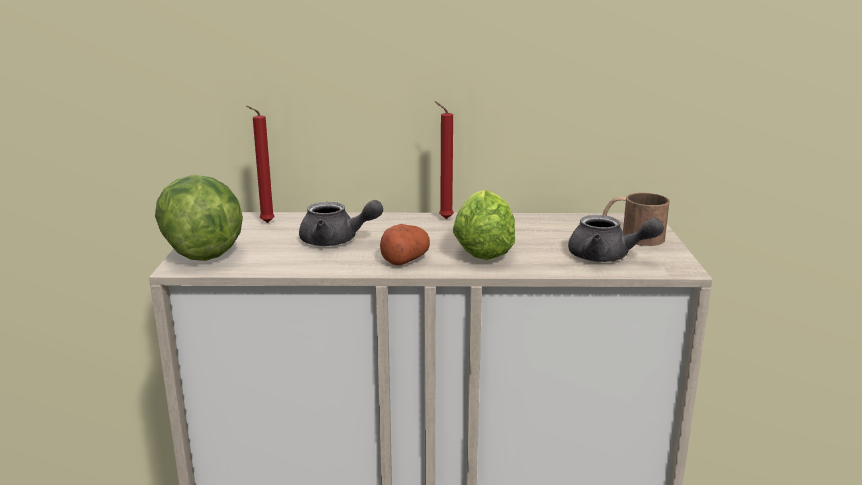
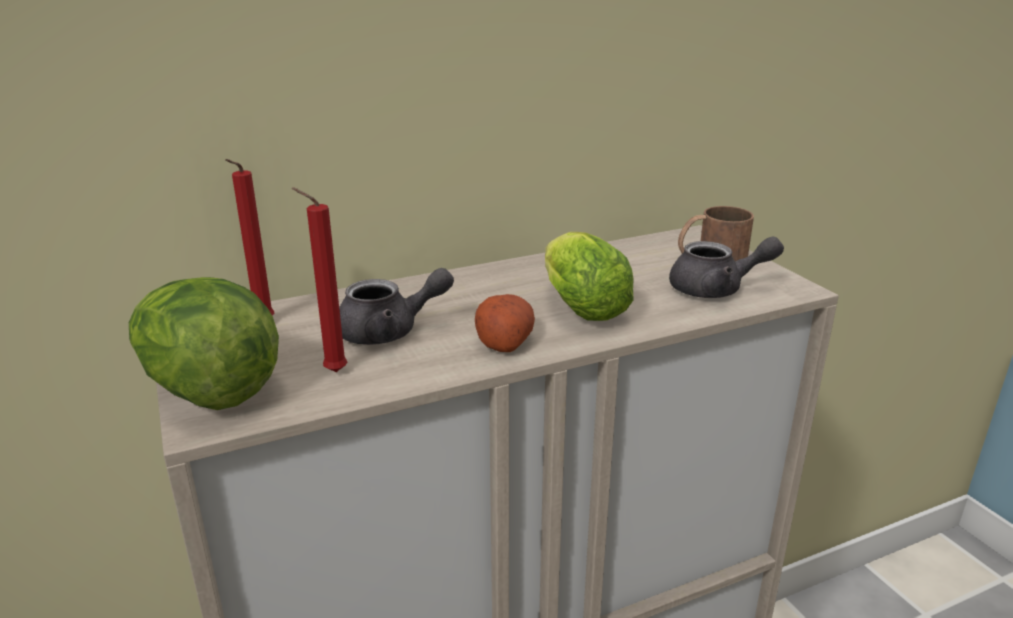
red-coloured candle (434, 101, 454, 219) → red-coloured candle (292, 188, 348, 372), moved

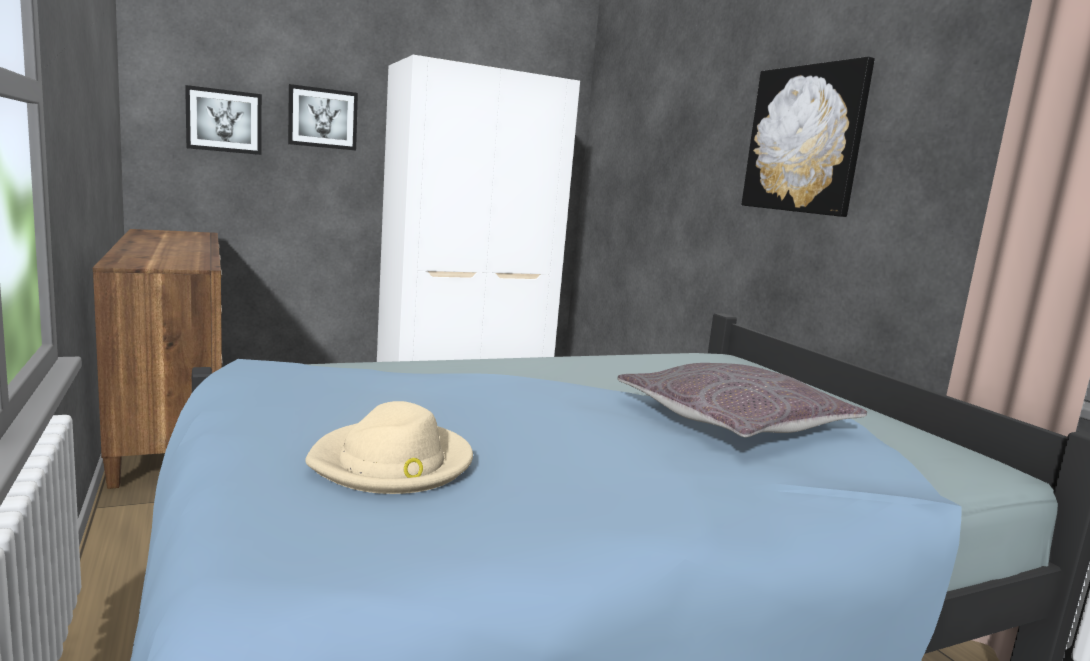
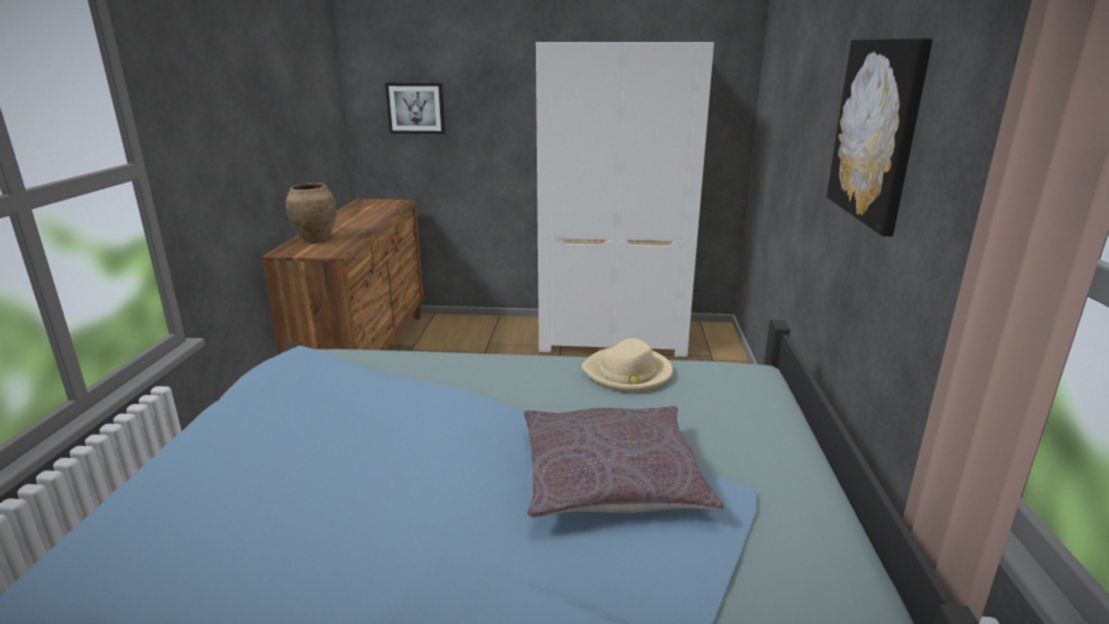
wall art (288, 84, 358, 151) → -
beige clothing hat (305, 401, 473, 494) → beige clothing hat (581, 338, 673, 392), moved
- → brownish vase (285, 183, 336, 242)

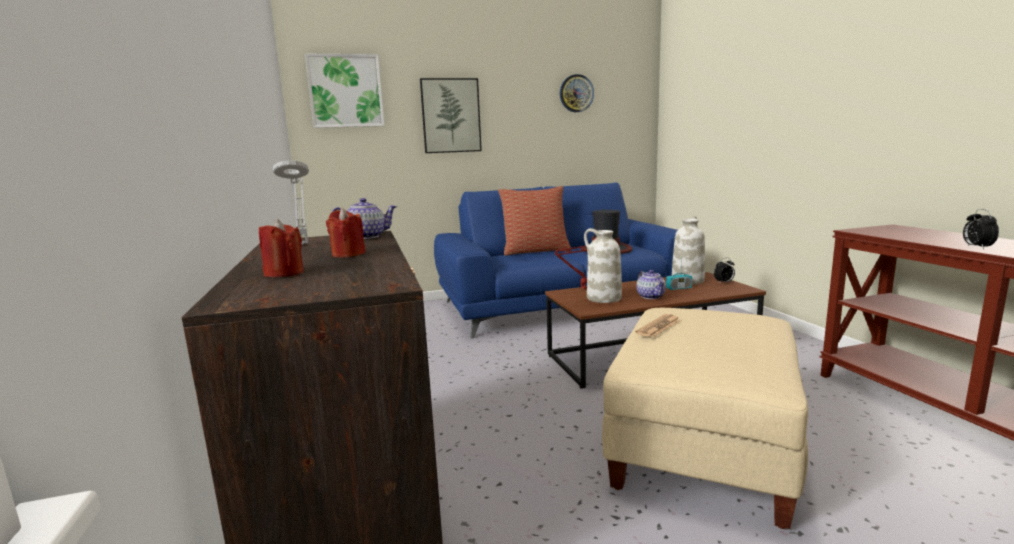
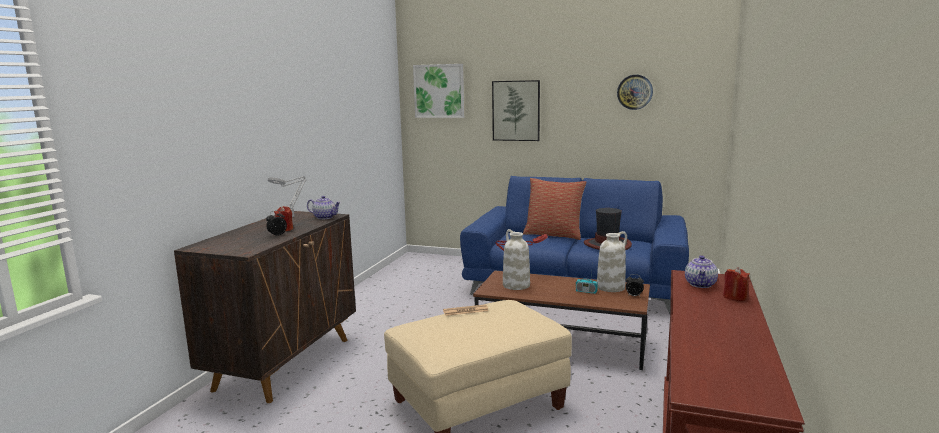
red-coloured candle (259, 219, 304, 277) → red-coloured candle (723, 267, 750, 301), moved
tea pot (636, 270, 666, 299) → tea pot (685, 255, 718, 288), moved
alarm clock (963, 209, 999, 249) → alarm clock (266, 211, 287, 236), moved

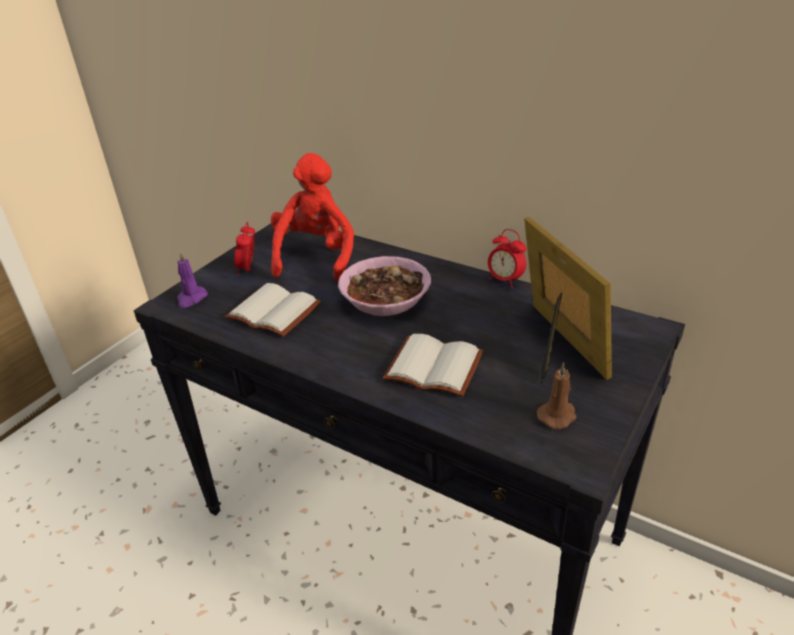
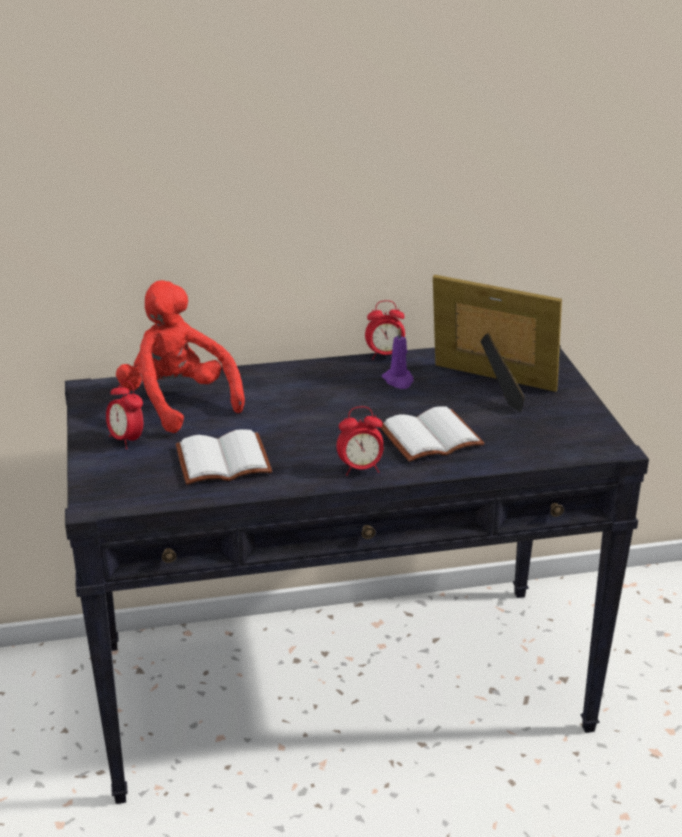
purplish candle (177, 251, 208, 308) → purplish candle (382, 327, 414, 389), moved
deep dish (338, 256, 431, 316) → -
brownish candle (537, 362, 577, 429) → -
- → alarm clock (337, 406, 383, 475)

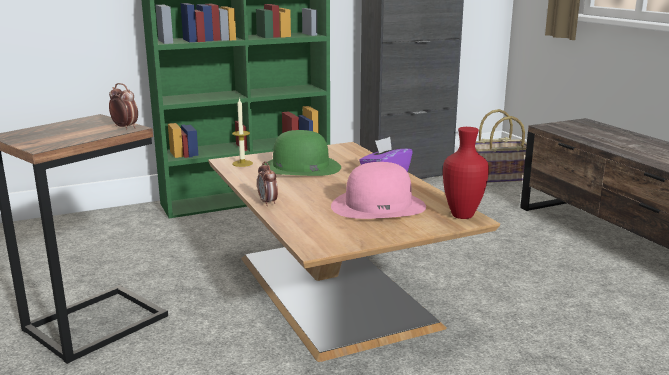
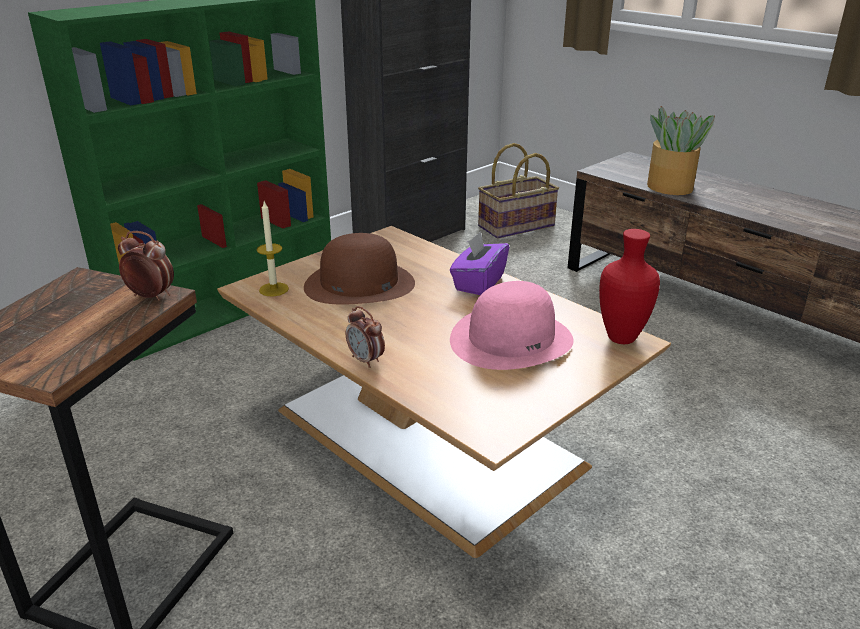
greenish clothing hat (264, 130, 341, 176) → brownish clothing hat (304, 233, 415, 305)
- → houseplant (647, 106, 715, 195)

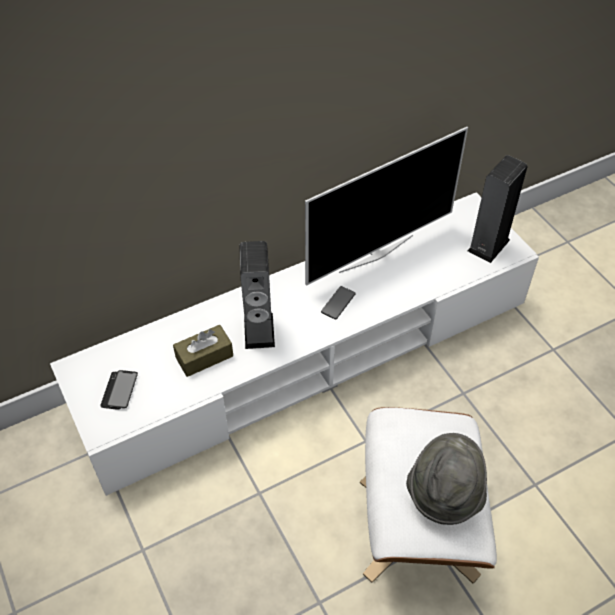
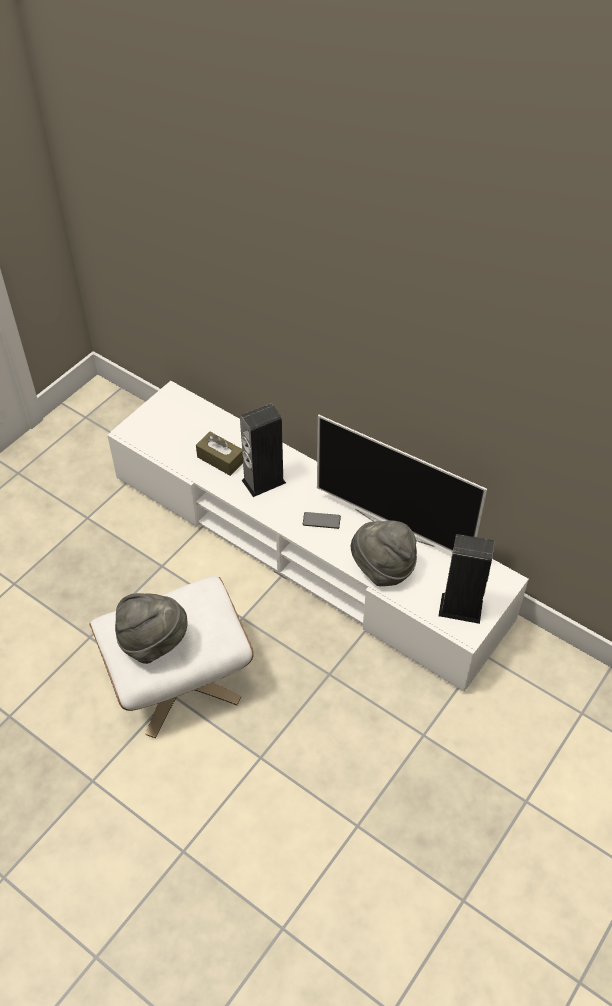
telephone (100, 370, 138, 410) → -
- → greyish clothing hat (351, 520, 417, 586)

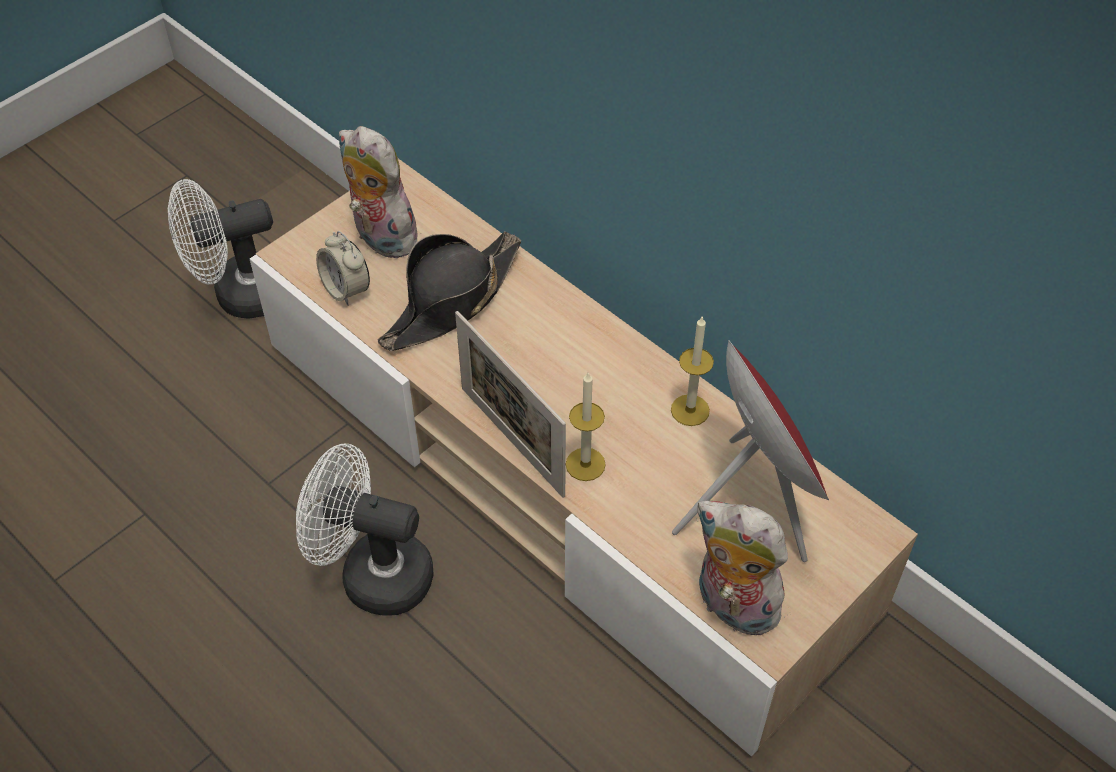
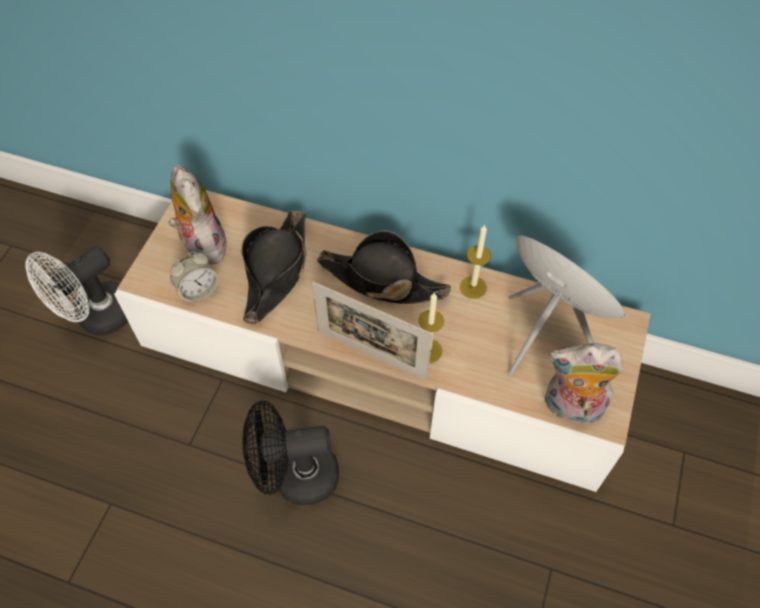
whitish cooling fan (296, 444, 434, 616) → black cooling fan (242, 401, 339, 505)
alarm clock (316, 231, 370, 306) → alarm clock (170, 252, 218, 303), 60 degrees counterclockwise
plush toy (339, 126, 418, 258) → plush toy (169, 165, 227, 265), 45 degrees clockwise
- → black clothing hat (317, 230, 451, 304)

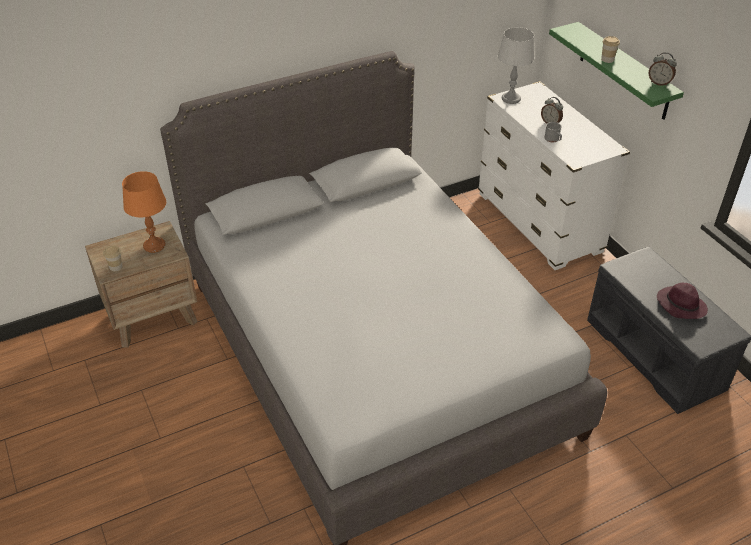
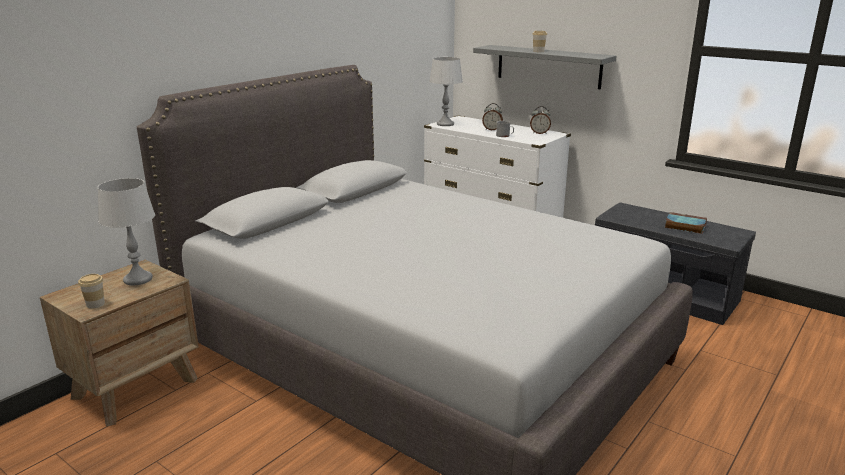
orangey tabletop lamp (122, 171, 166, 253) → greyish tabletop lamp (97, 178, 155, 285)
greenish wall shelf (549, 22, 684, 120) → greyish wall shelf (473, 45, 616, 89)
alarm clock (649, 52, 677, 86) → alarm clock (530, 106, 551, 134), moved
purplish clothing hat (657, 283, 708, 319) → volume (664, 212, 707, 234)

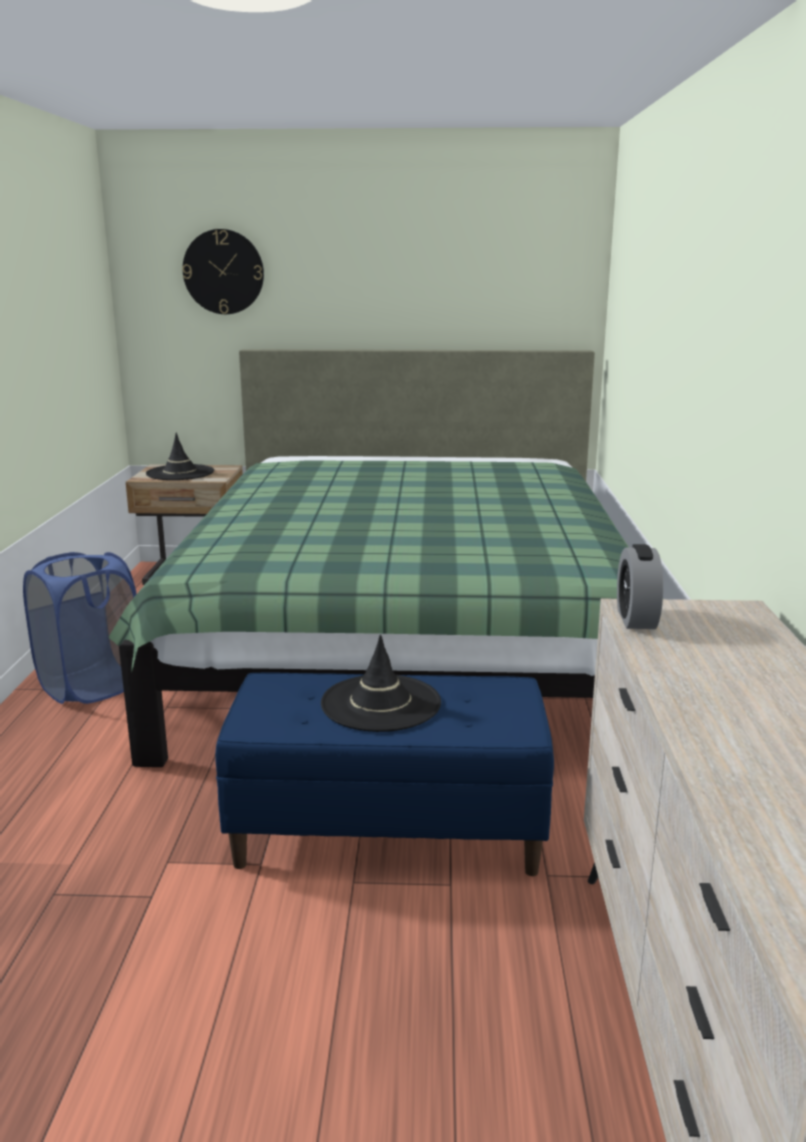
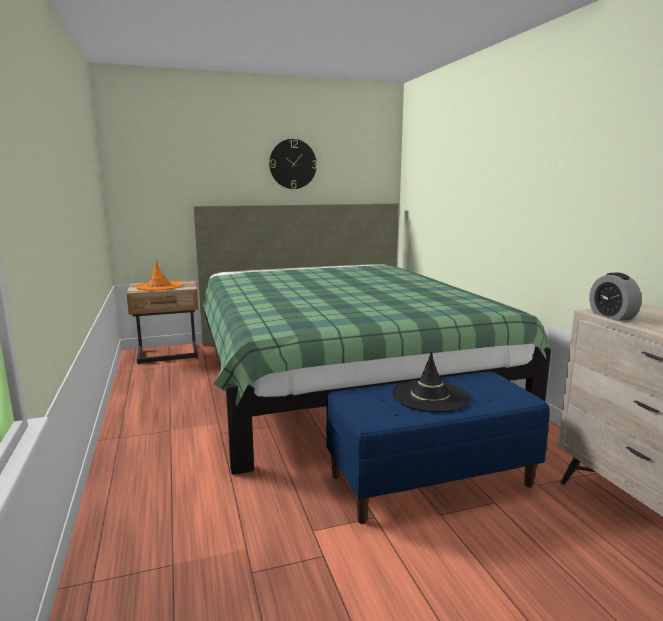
blue-coloured hamper (23, 552, 137, 704) → -
black clothing hat (146, 433, 214, 480) → orangey clothing hat (136, 260, 182, 291)
hanging clock (182, 229, 264, 314) → hanging clock (269, 139, 317, 189), moved

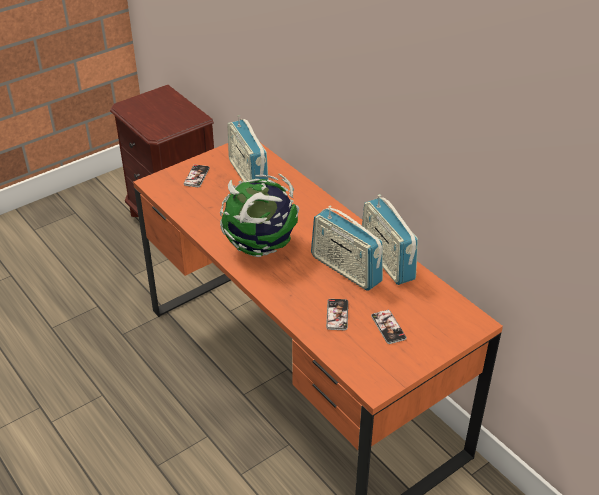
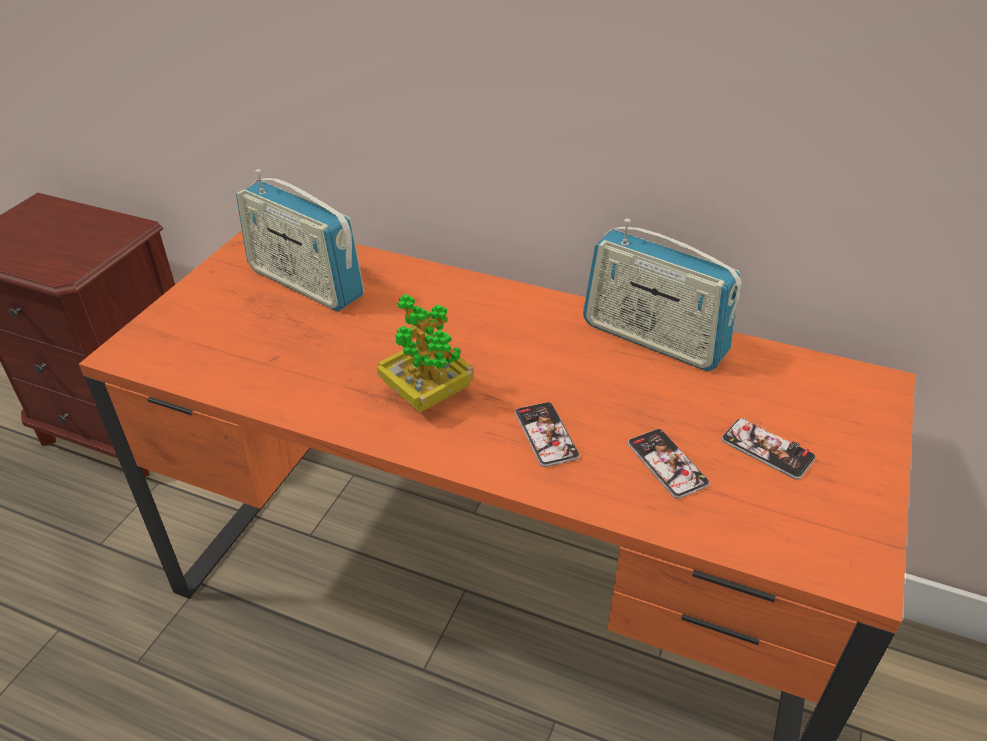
telephone (183, 165, 210, 187) → telephone (515, 402, 580, 467), moved
world globe (220, 173, 299, 257) → houseplant (377, 294, 473, 413)
radio (311, 206, 383, 291) → -

